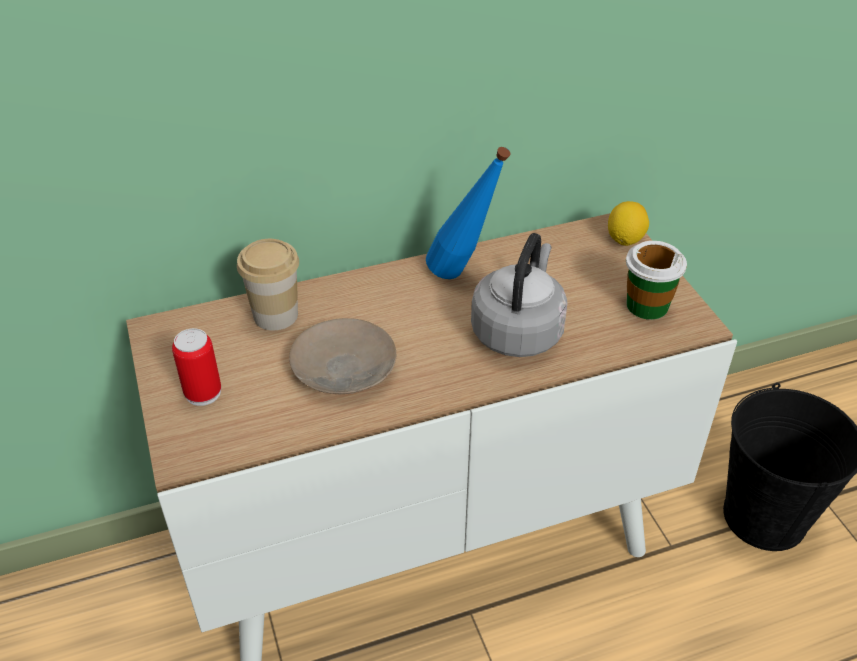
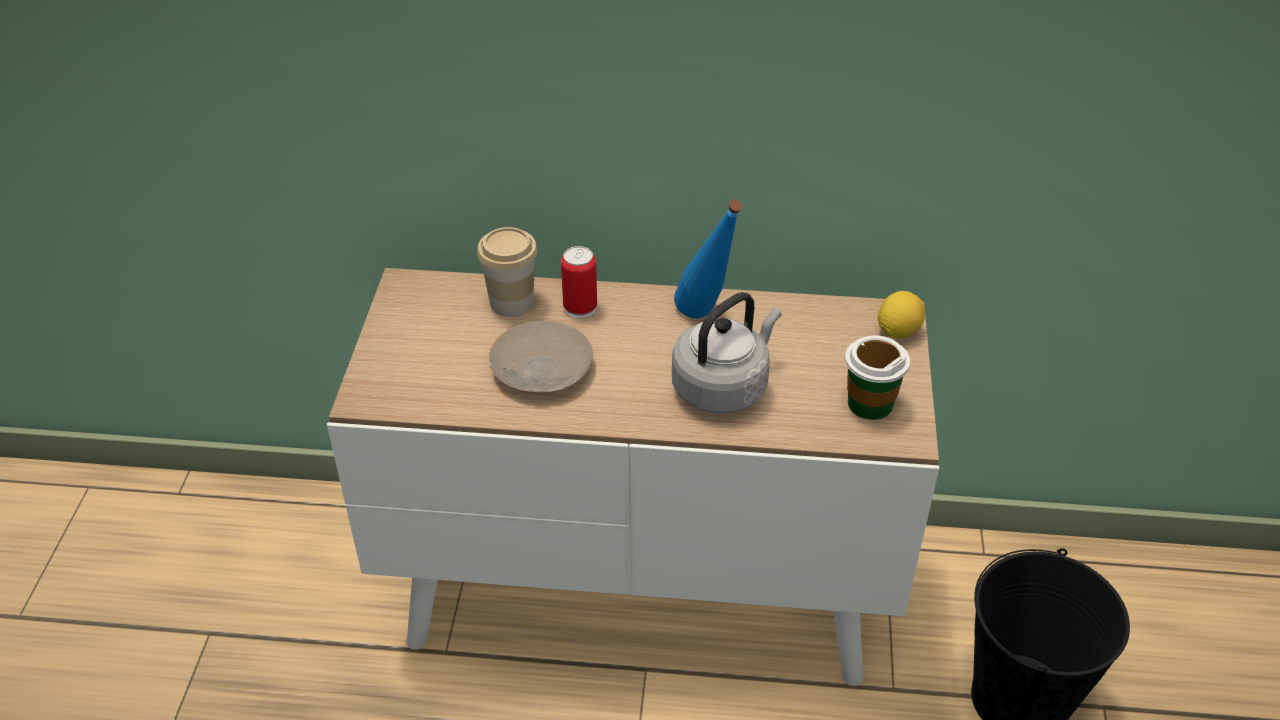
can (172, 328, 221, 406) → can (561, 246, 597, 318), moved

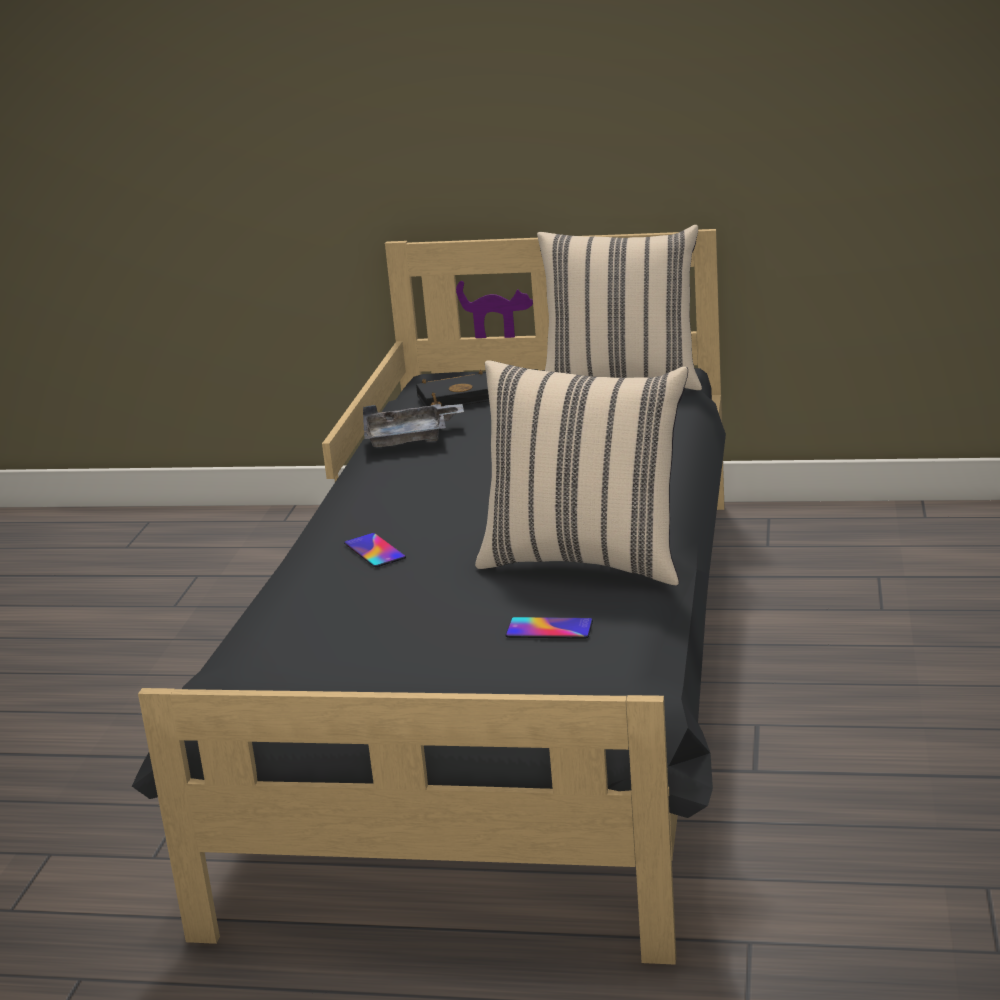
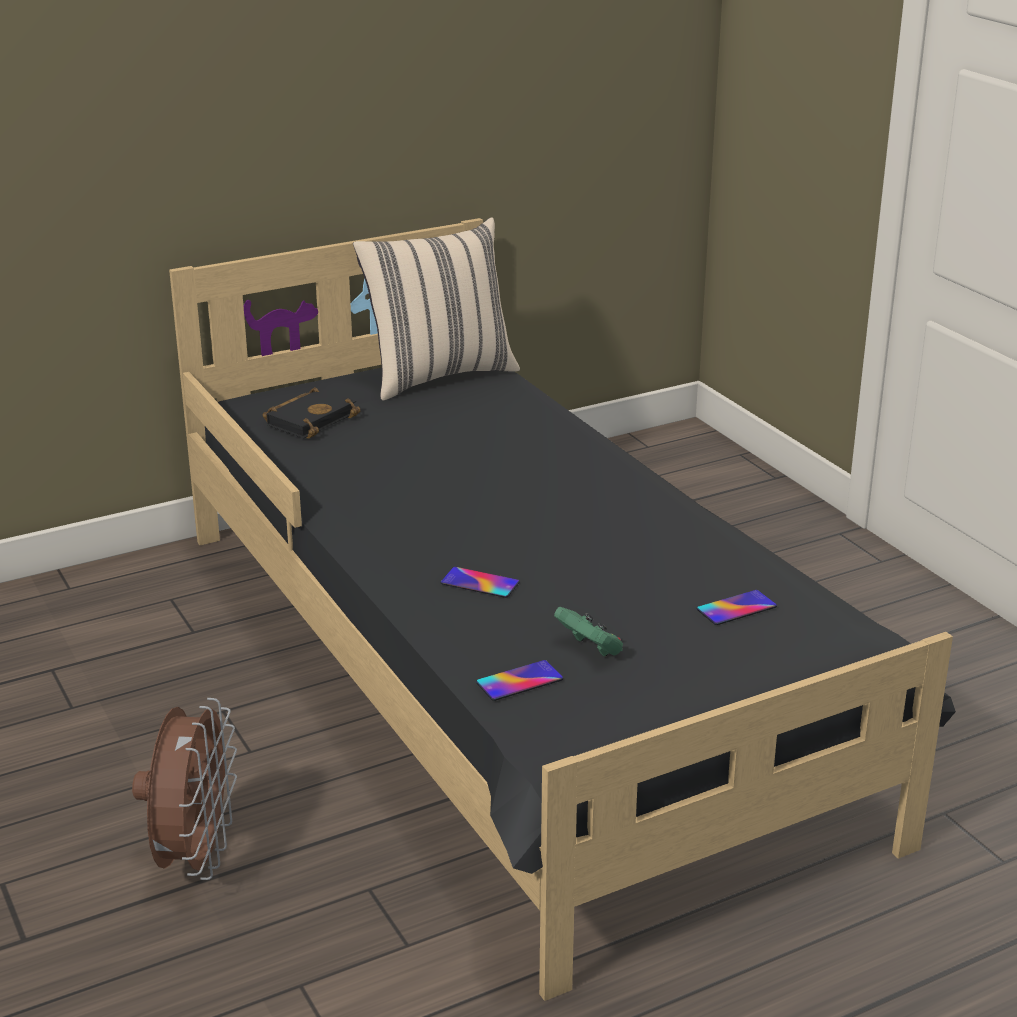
greyish serving tray (363, 404, 464, 447) → -
beige cushion (475, 360, 688, 585) → -
- → brownish cooling fan (132, 698, 237, 880)
- → telephone (476, 660, 563, 701)
- → greenish joypad (554, 607, 623, 656)

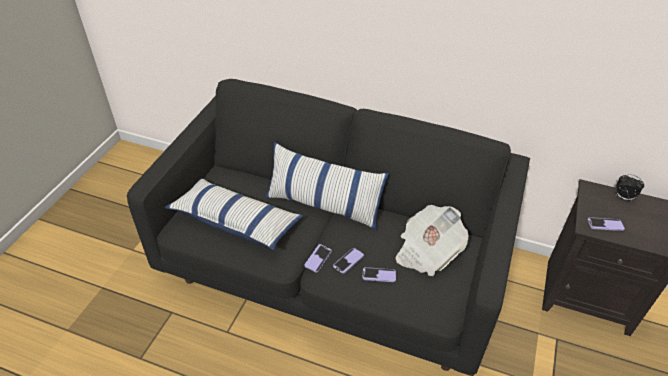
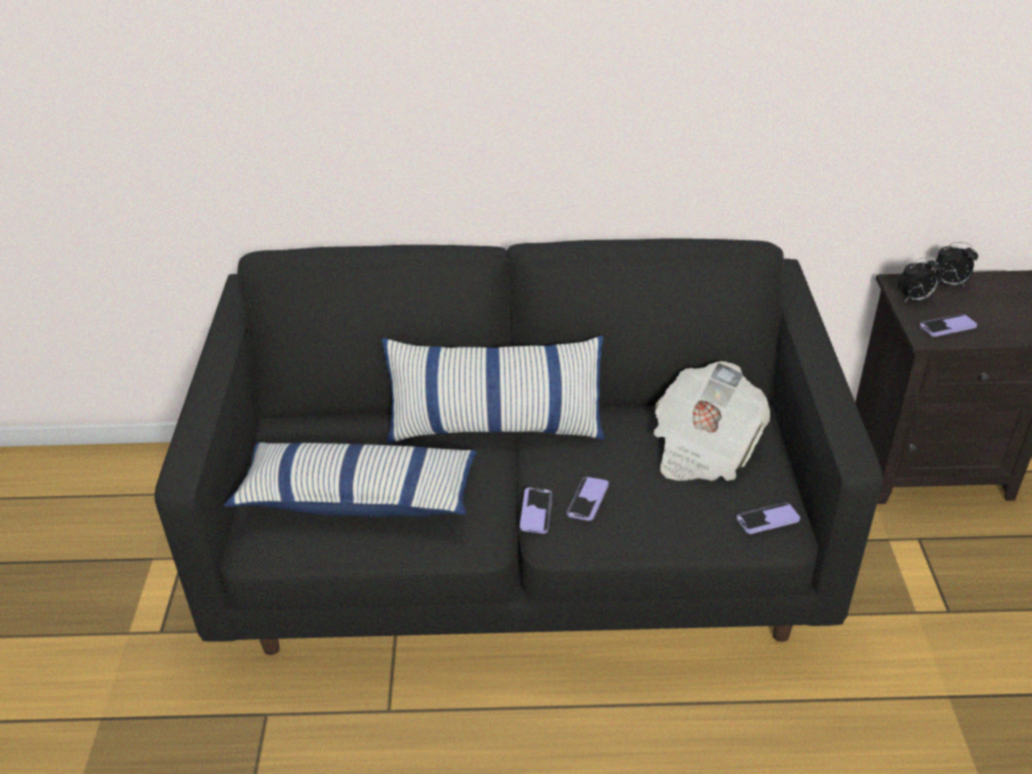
telephone (363, 267, 396, 282) → telephone (736, 503, 800, 534), moved
- → alarm clock (898, 257, 942, 302)

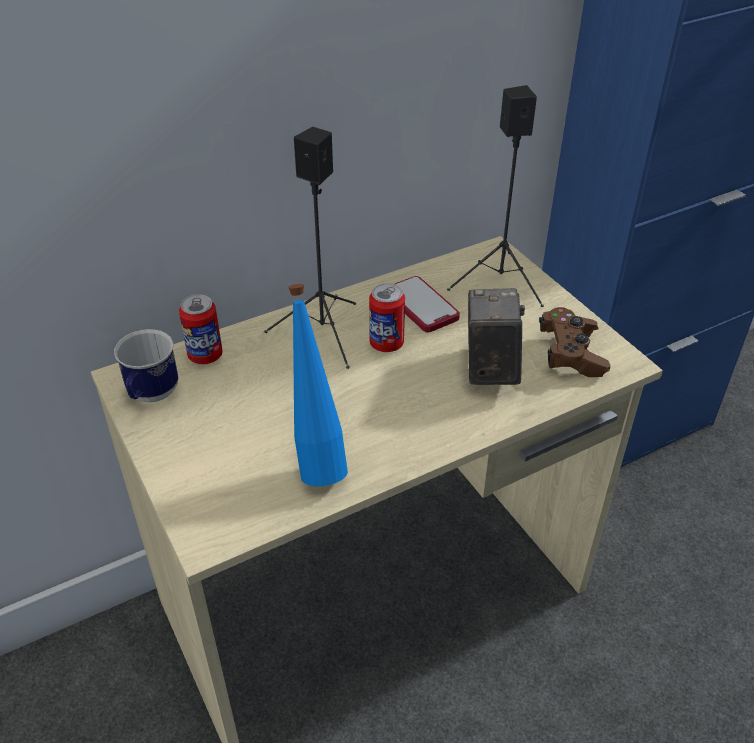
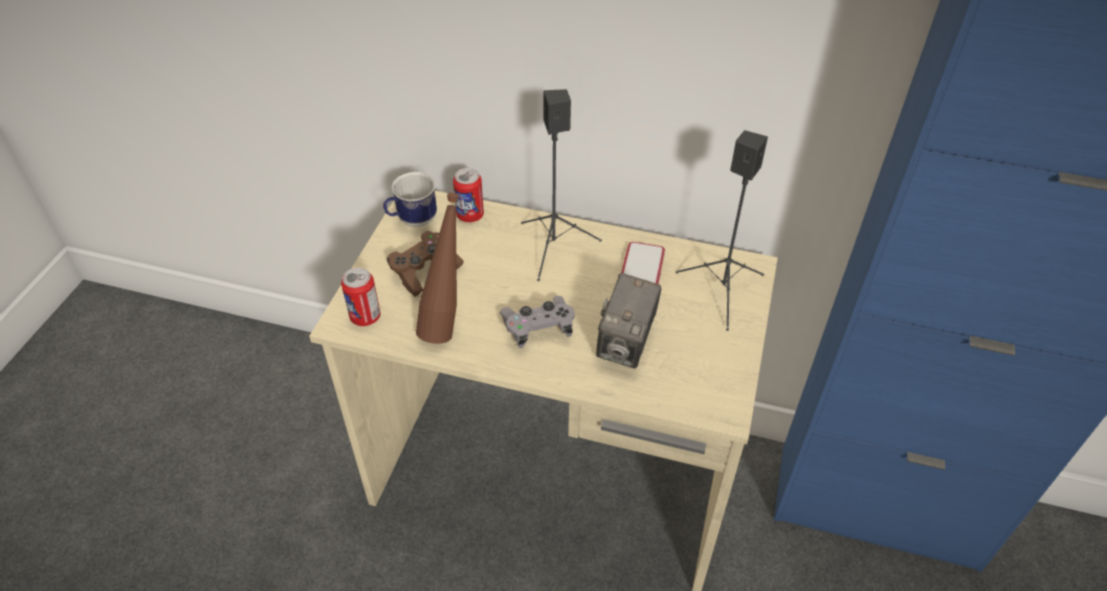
blue-coloured drink bottle (288, 284, 348, 486) → brownish drink bottle (416, 193, 459, 344)
can (369, 283, 405, 352) → can (341, 268, 381, 326), moved
still camera (468, 288, 525, 385) → still camera (596, 273, 662, 369), 150 degrees clockwise
brownish joypad (539, 307, 610, 377) → brownish joypad (387, 231, 464, 297), moved
- → greyish joypad (500, 296, 575, 348)

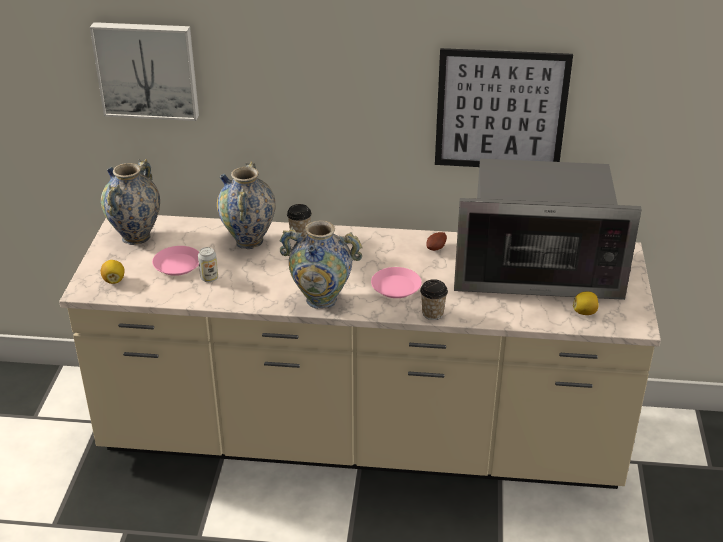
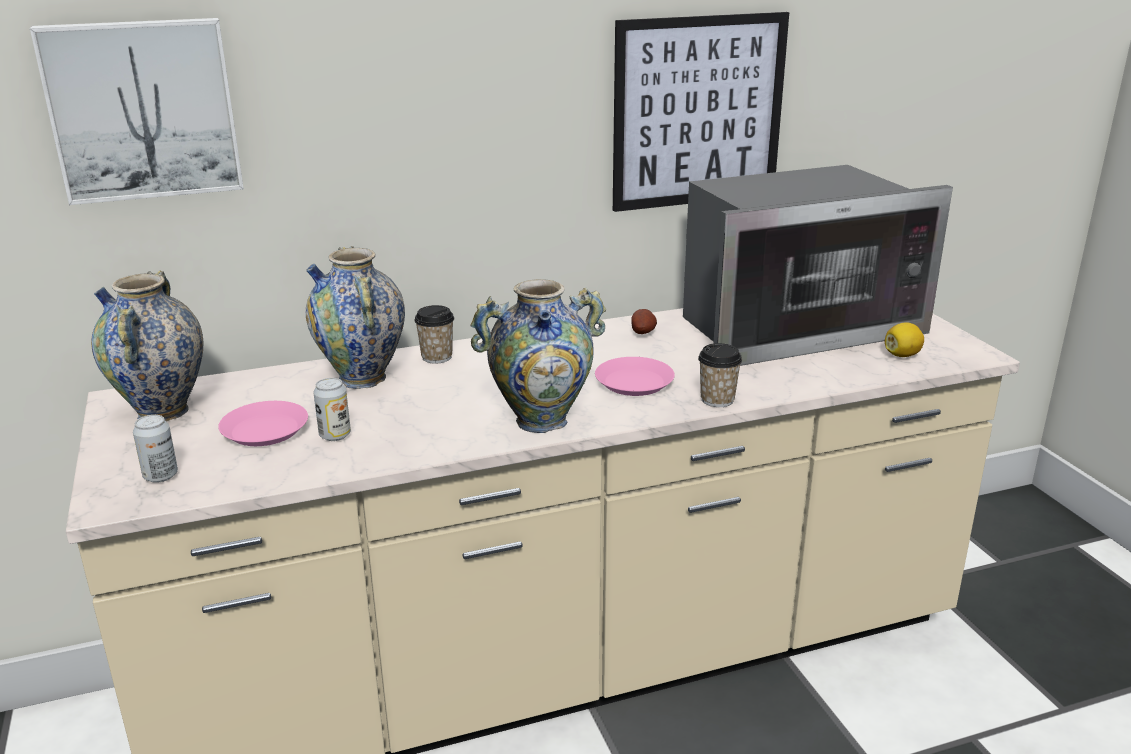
citrus fruit (101, 260, 125, 284) → can (133, 415, 178, 483)

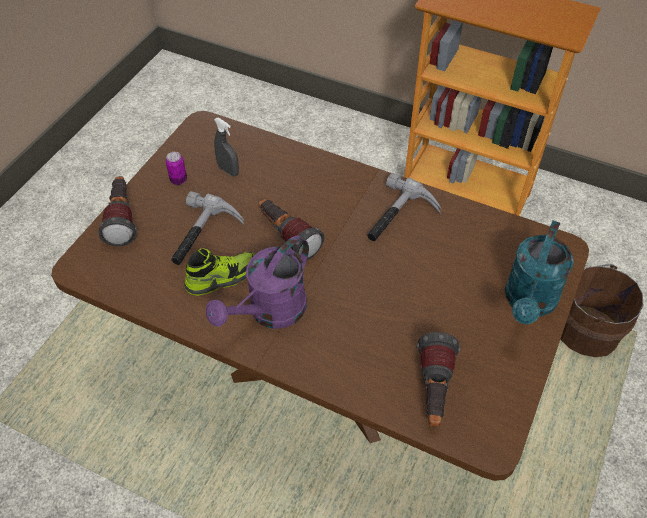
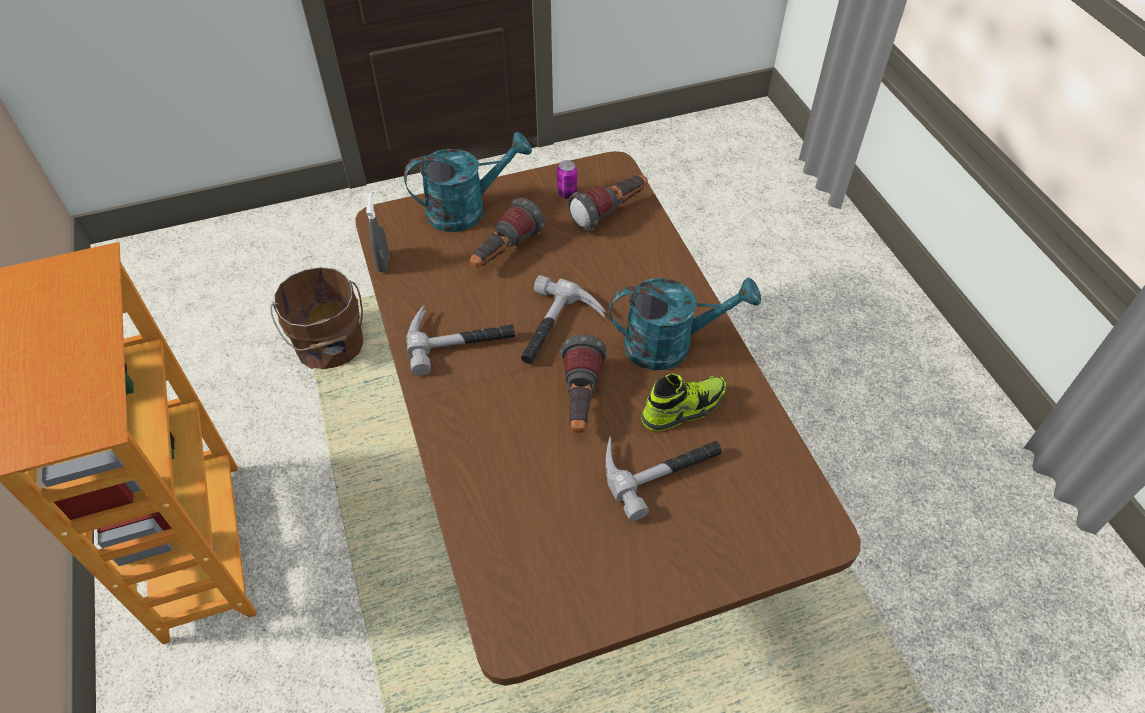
torch (98, 176, 137, 246) → torch (470, 198, 545, 268), moved
can (166, 152, 187, 185) → can (557, 160, 577, 199), moved
item of footwear (184, 248, 255, 296) → item of footwear (641, 373, 727, 431), 135 degrees clockwise
purplish watering pot (206, 236, 309, 329) → blue-green watering pot (609, 278, 761, 370)
greyish hand sprayer (214, 118, 239, 176) → greyish hand sprayer (366, 193, 389, 272), moved
- → hammer (521, 275, 606, 364)

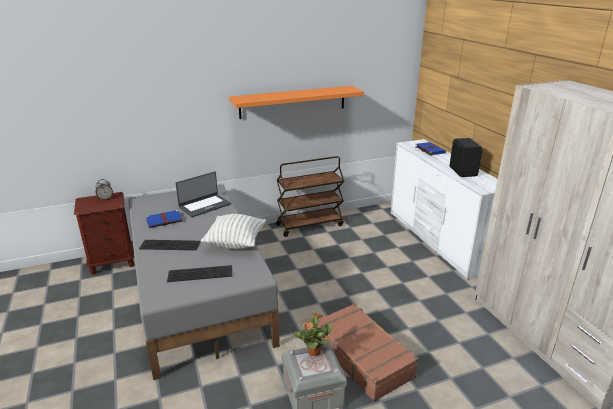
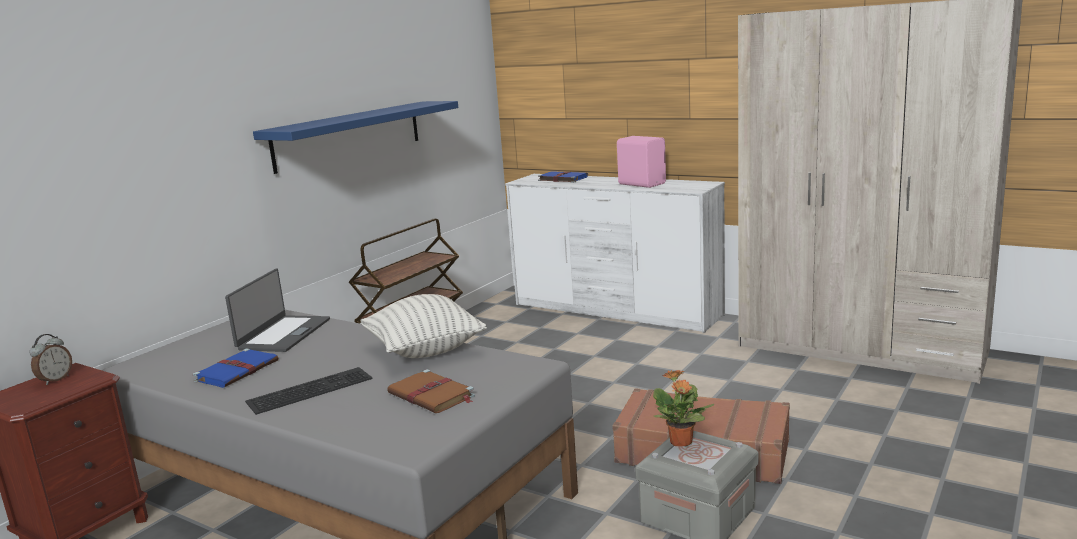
PC keyboard (167, 265, 232, 282) → brownish volume (387, 369, 475, 413)
orangey wall shelf (229, 86, 364, 119) → blue-coloured wall shelf (253, 101, 458, 174)
black loudspeaker (450, 138, 483, 177) → pinkish loudspeaker (617, 136, 666, 188)

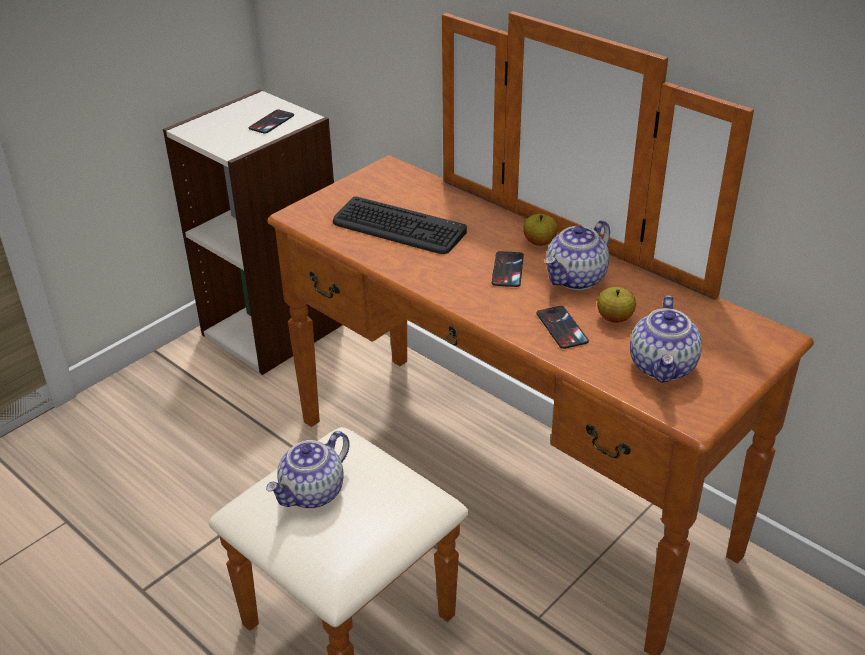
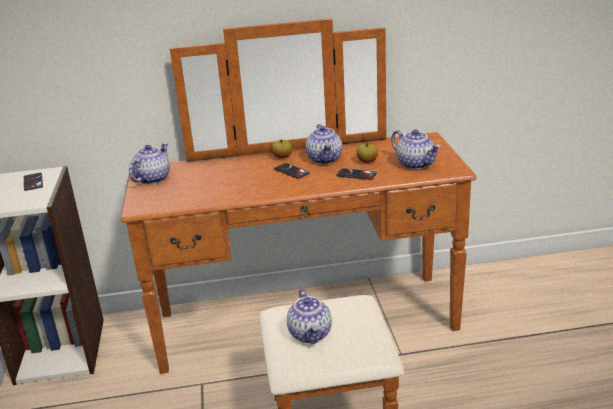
PC keyboard (333, 196, 467, 254) → -
- → tea pot (129, 143, 170, 184)

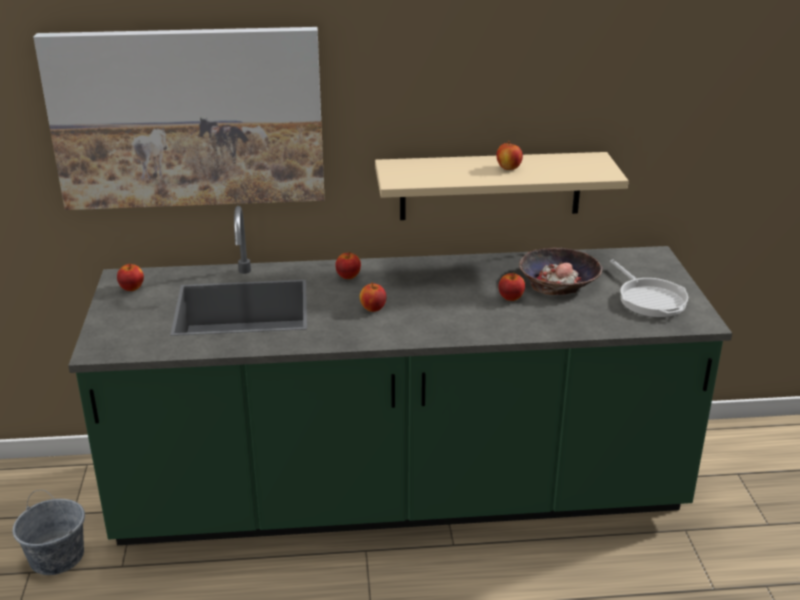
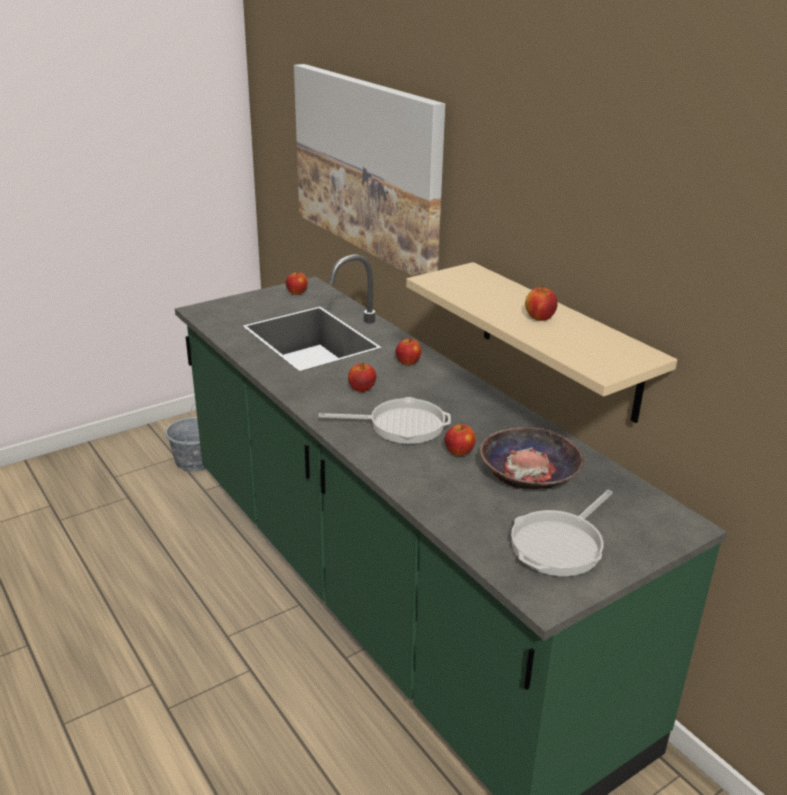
- → skillet (318, 397, 451, 444)

